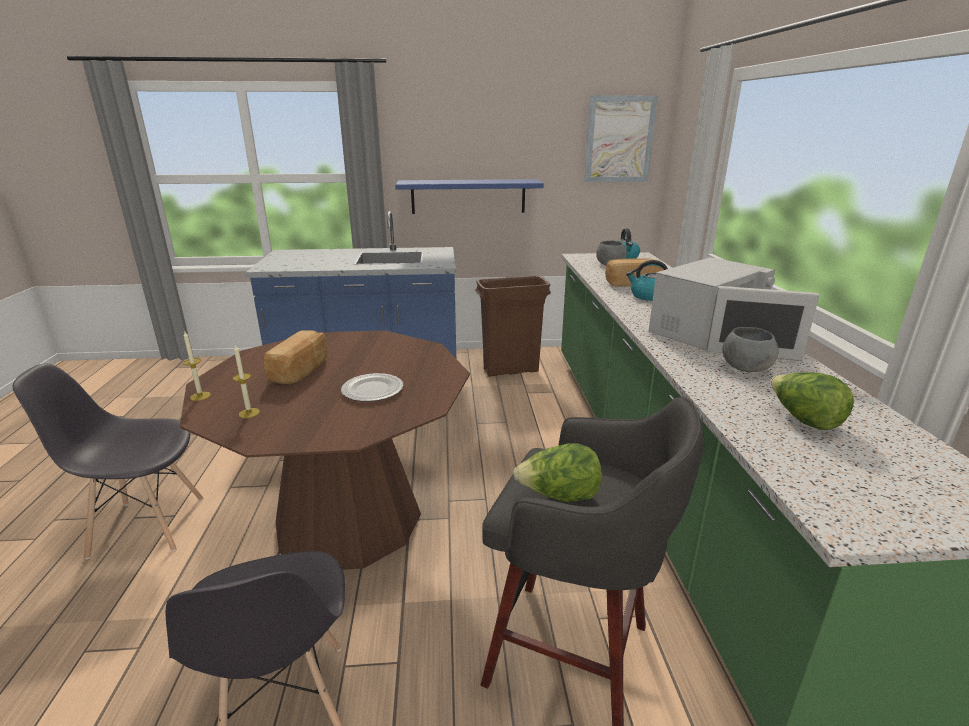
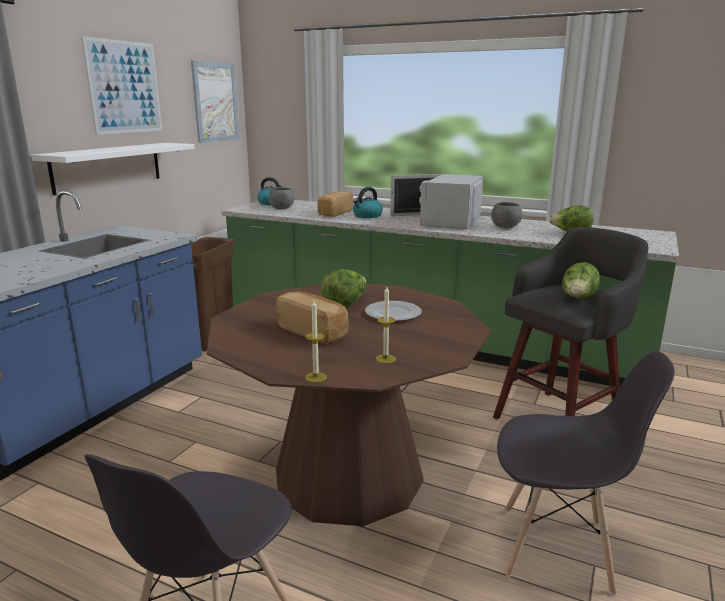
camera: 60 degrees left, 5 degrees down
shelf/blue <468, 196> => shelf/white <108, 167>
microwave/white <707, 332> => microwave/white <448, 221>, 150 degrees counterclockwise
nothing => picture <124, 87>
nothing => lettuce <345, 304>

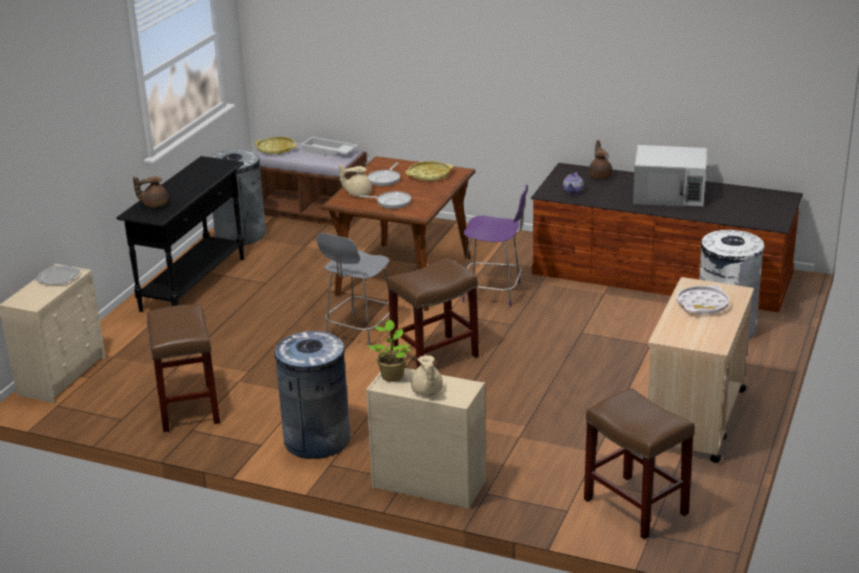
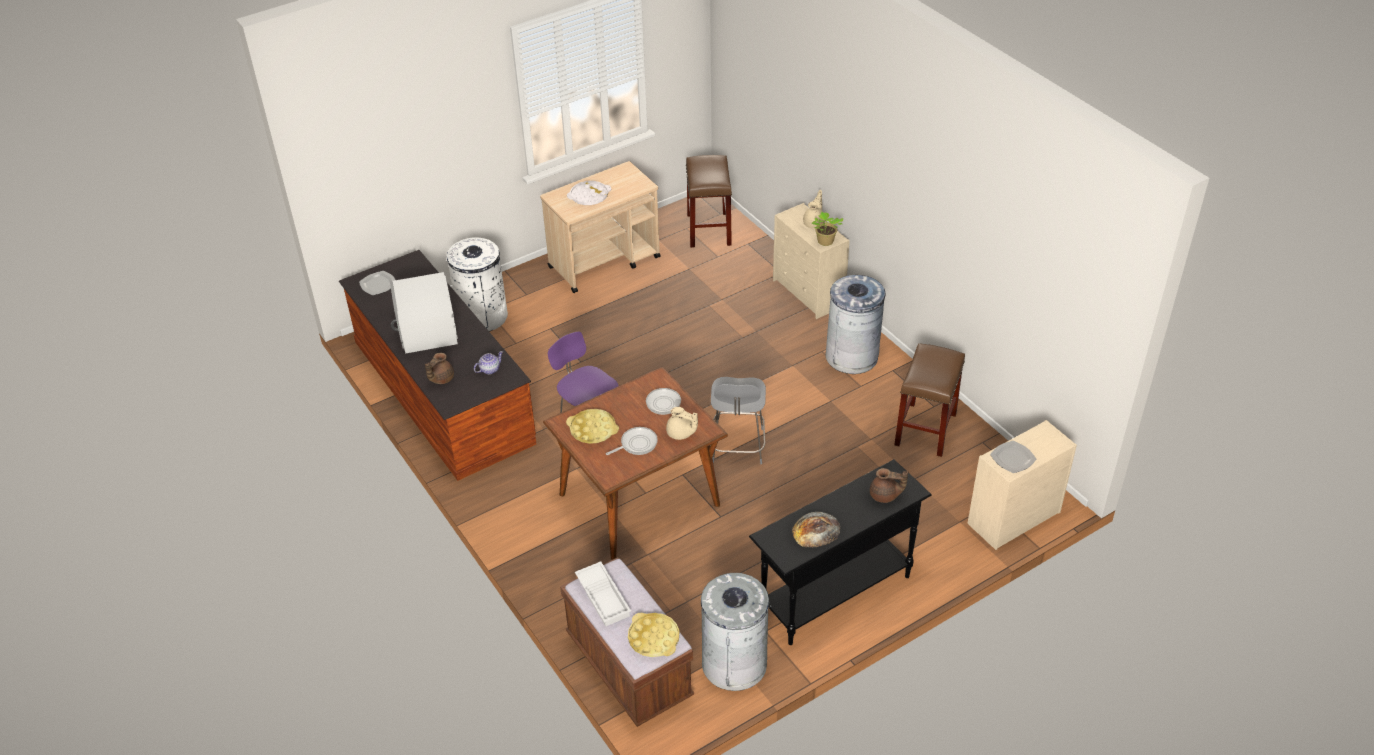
camera: 145 degrees left, 15 degrees up
chair/grey <359, 331> => chair/grey <737, 447>, 120 degrees clockwise
stool/brown <435, 356> => nothing
microwave/white <669, 194> => microwave/white <426, 327>, 150 degrees counterclockwise
nothing => plate <377, 284>
nothing => bread <816, 530>

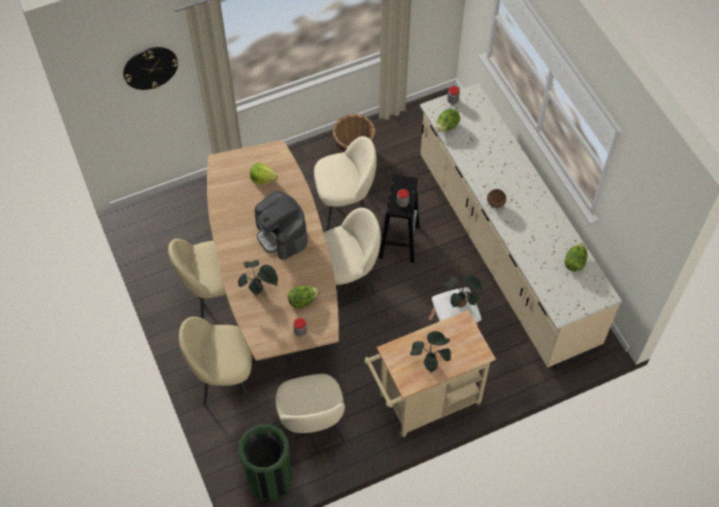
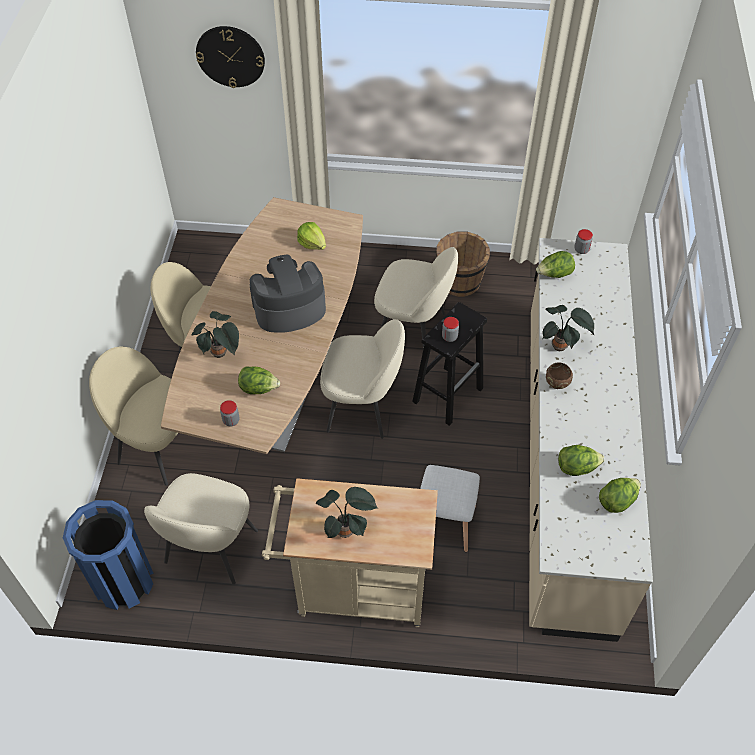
camera: 30 degrees right, 5 degrees down
trash can/green <270, 479> => trash can/blue <124, 581>
coffee machine <282, 235> => coffee machine <289, 309>, 75 degrees clockwise
potted plant <461, 302> => potted plant <561, 346>, shifted
nothing => lettuce <577, 467>

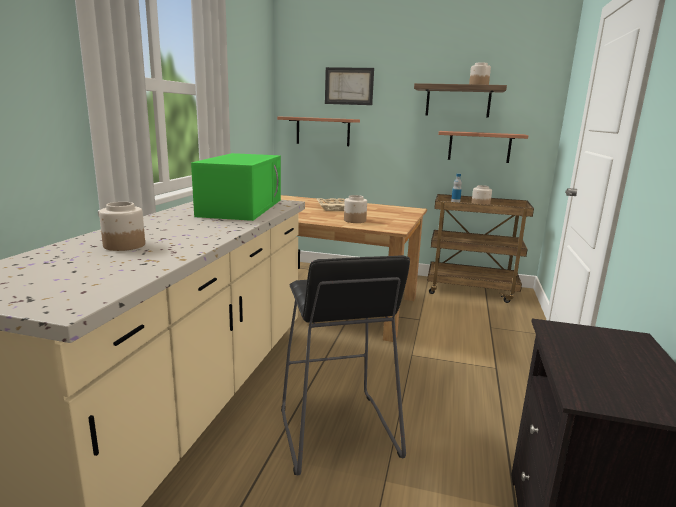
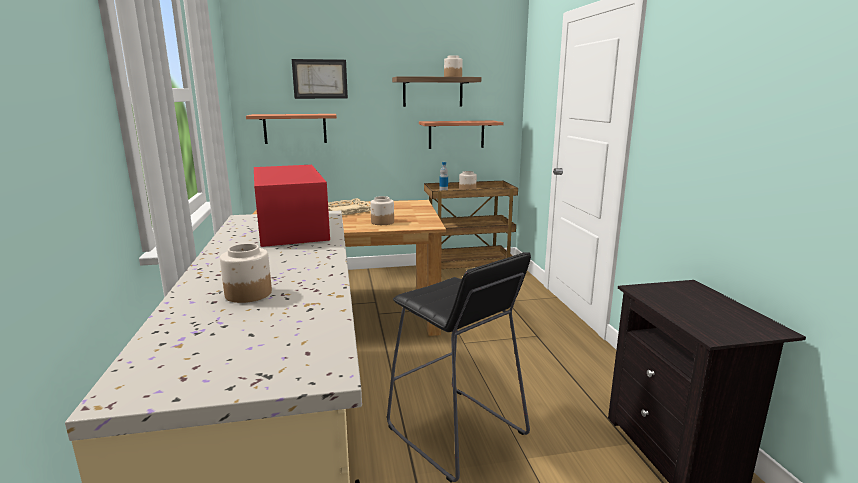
camera: 25 degrees left, 0 degrees up
microwave/green <242, 207> => microwave/red <290, 226>

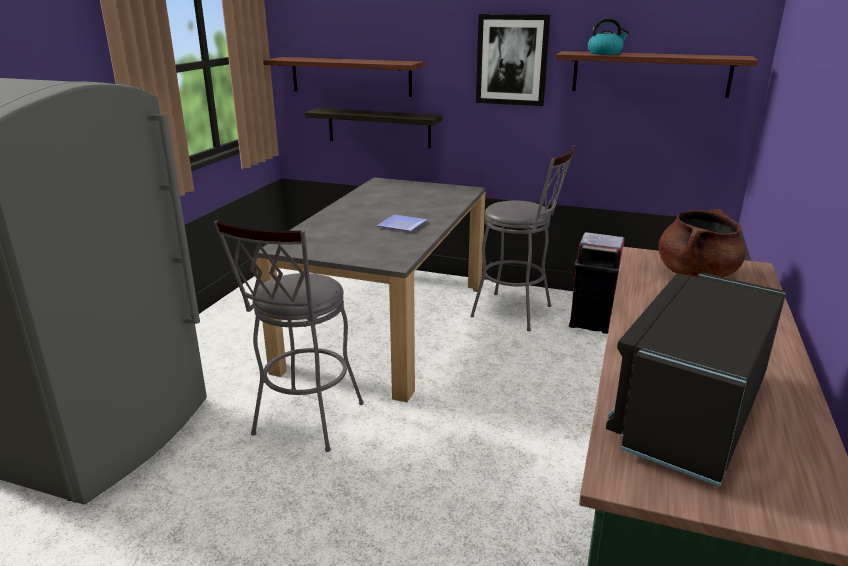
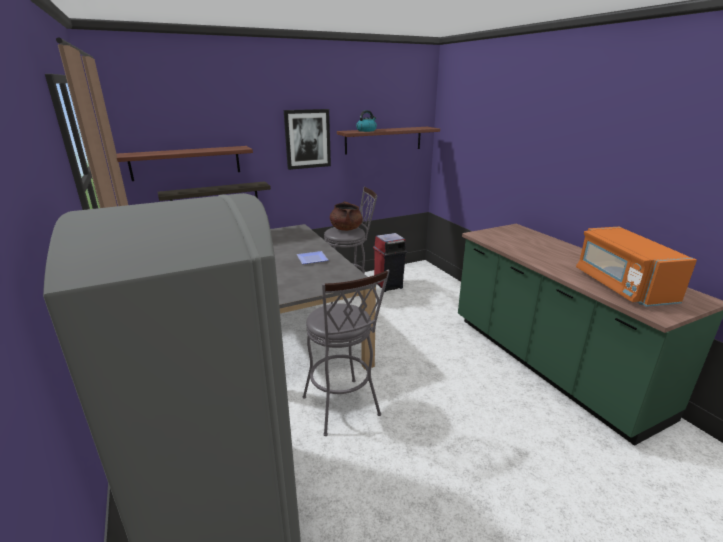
camera: 45 degrees left, 0 degrees up
microwave/black <690, 412> => microwave/orange <621, 286>
cooking pot/brown <696, 274> => cooking pot/brown <346, 229>, shifted

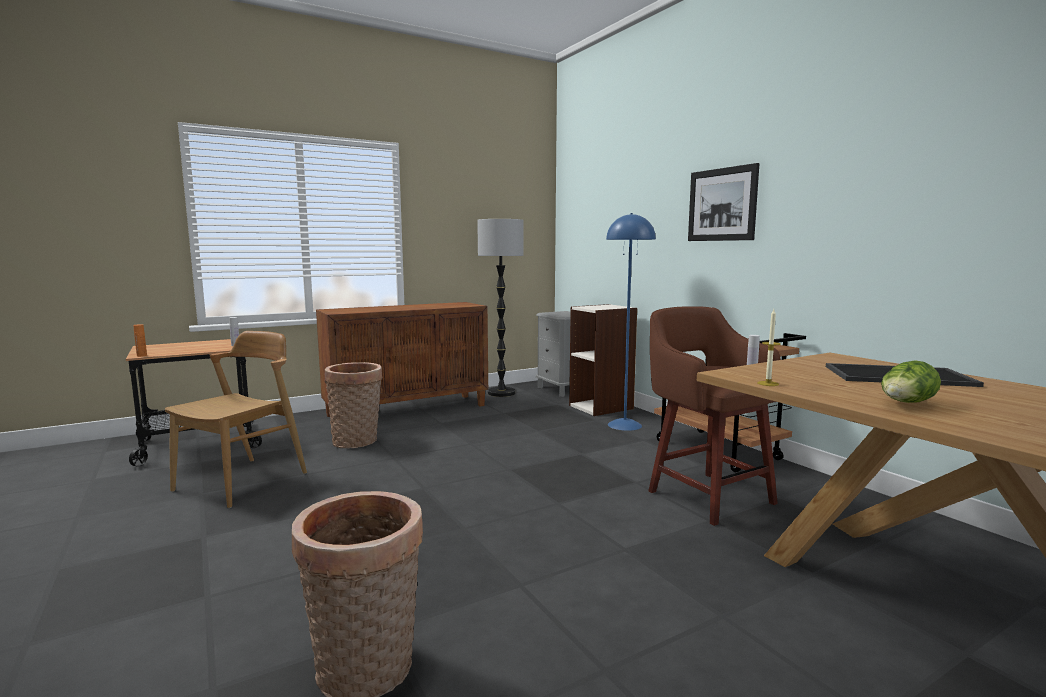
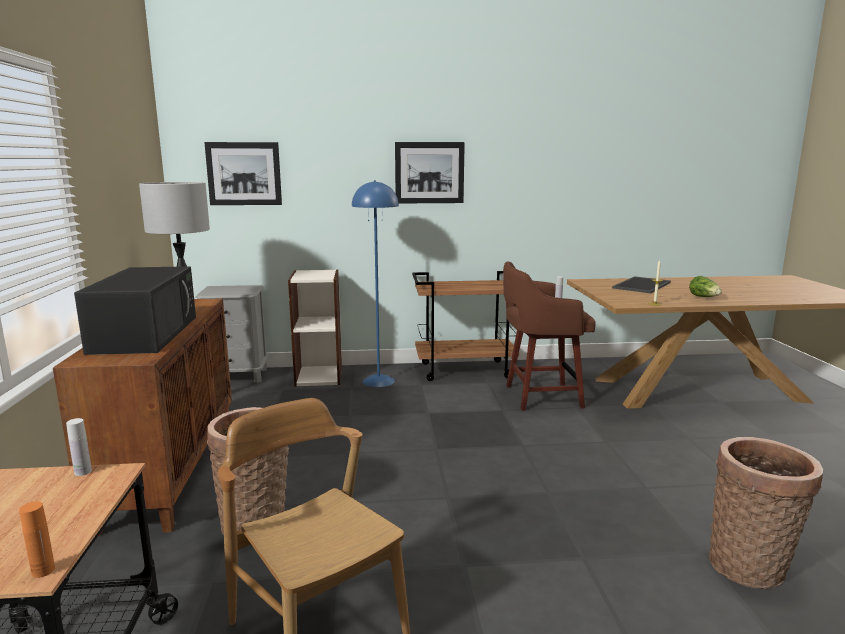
camera: 65 degrees left, 5 degrees up
nothing => microwave/black <146, 333>
nothing => picture <244, 173>

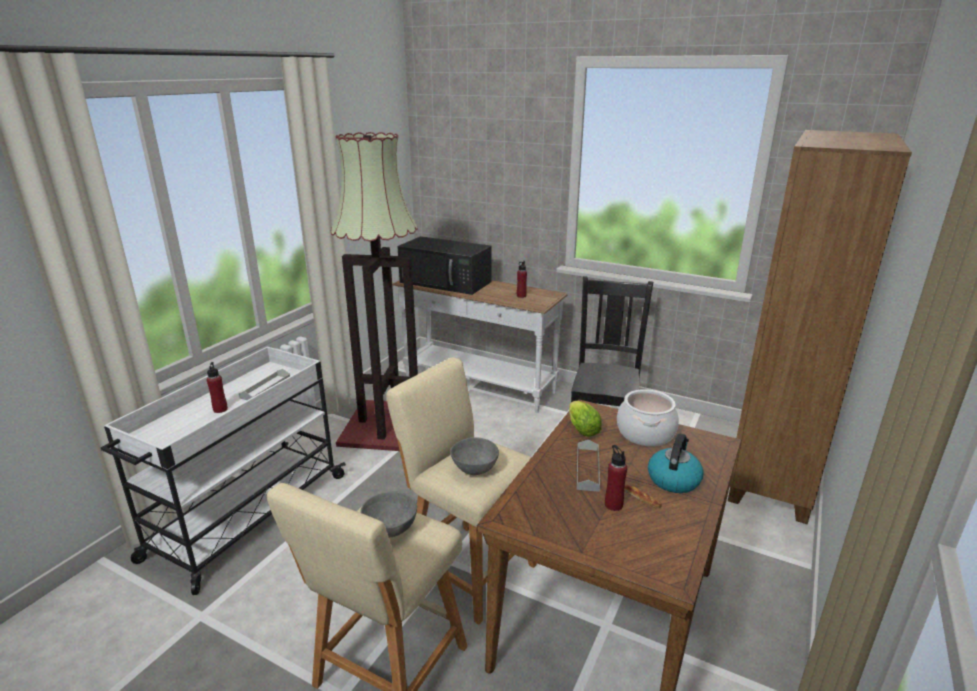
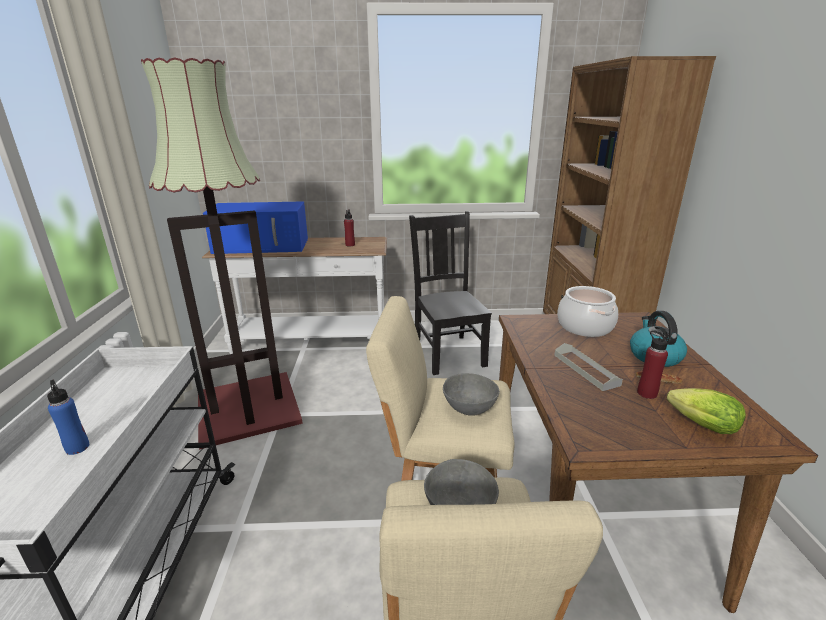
camera: 30 degrees left, 0 degrees up
bottle/red <220, 409> => bottle/blue <77, 447>
tray/grey <265, 388> => nothing
microwave/black <447, 282> => microwave/blue <263, 246>
lettuce <581, 428> => lettuce <698, 424>, shifted

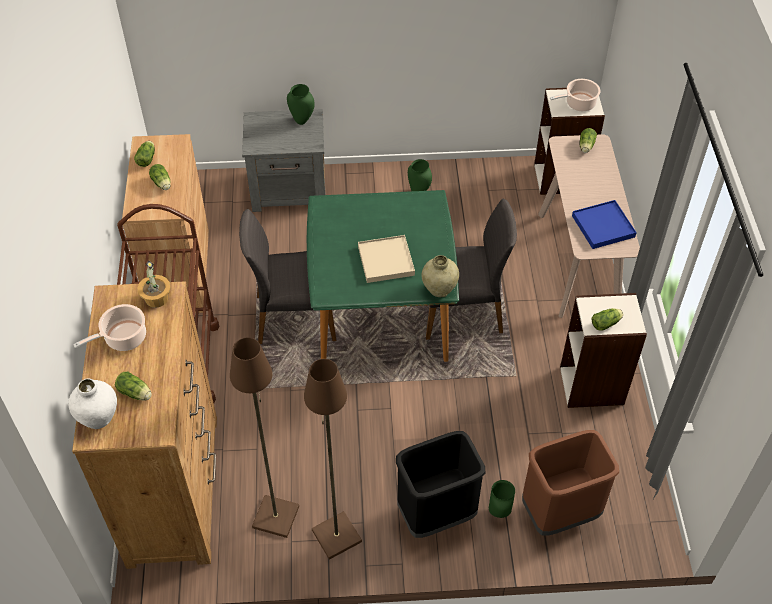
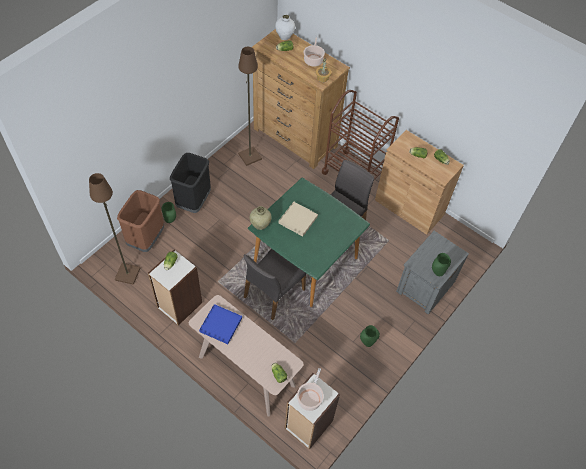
camera: 130 degrees right, 5 degrees up
floor lamp/brown <336, 537> => floor lamp/brown <127, 273>, shifted

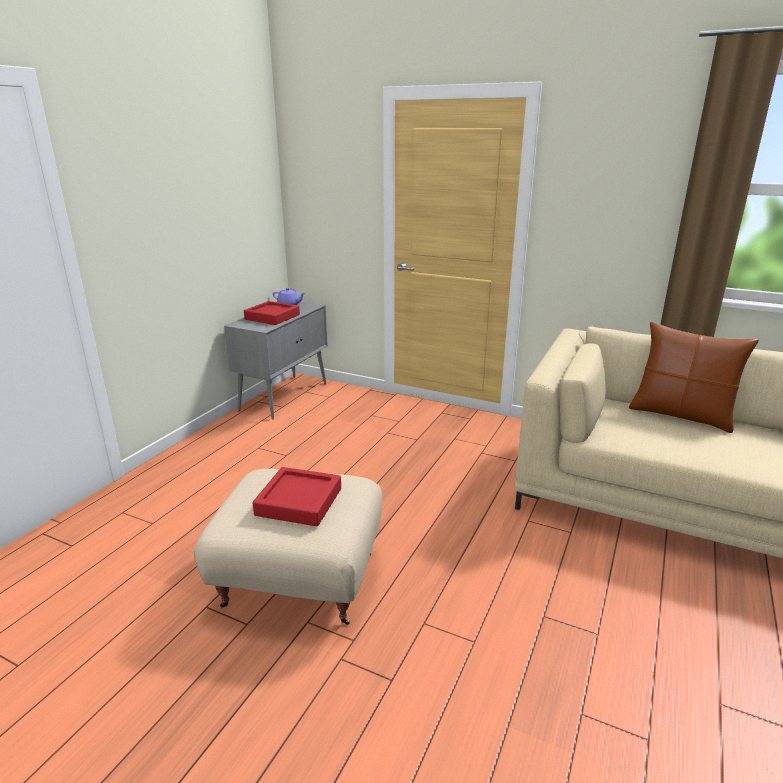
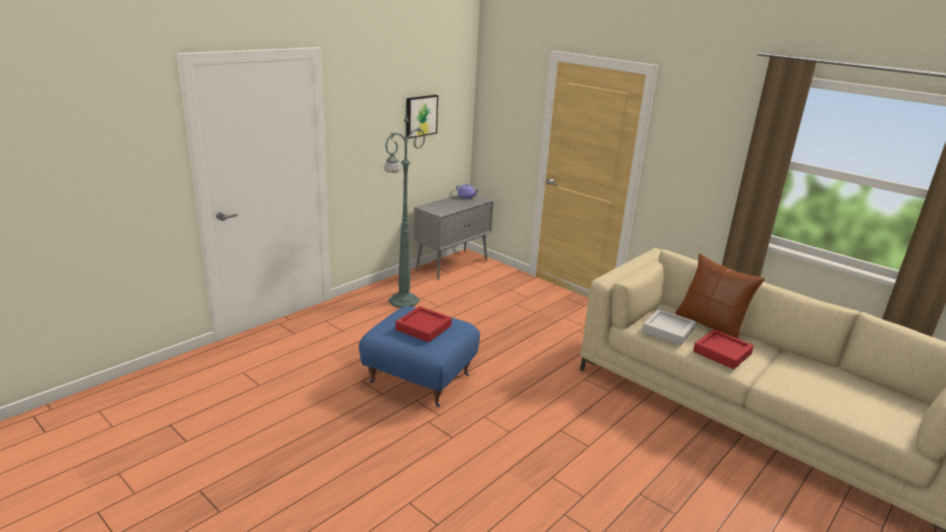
camera: 15 degrees right, 0 degrees up
ottoman/beige <299, 580> => ottoman/blue <419, 379>
tray/red <272, 317> => tray/red <722, 353>, shifted
nothing => floor lamp/green <402, 301>
nothing => picture <421, 115>
nothing => tray/grey <668, 331>

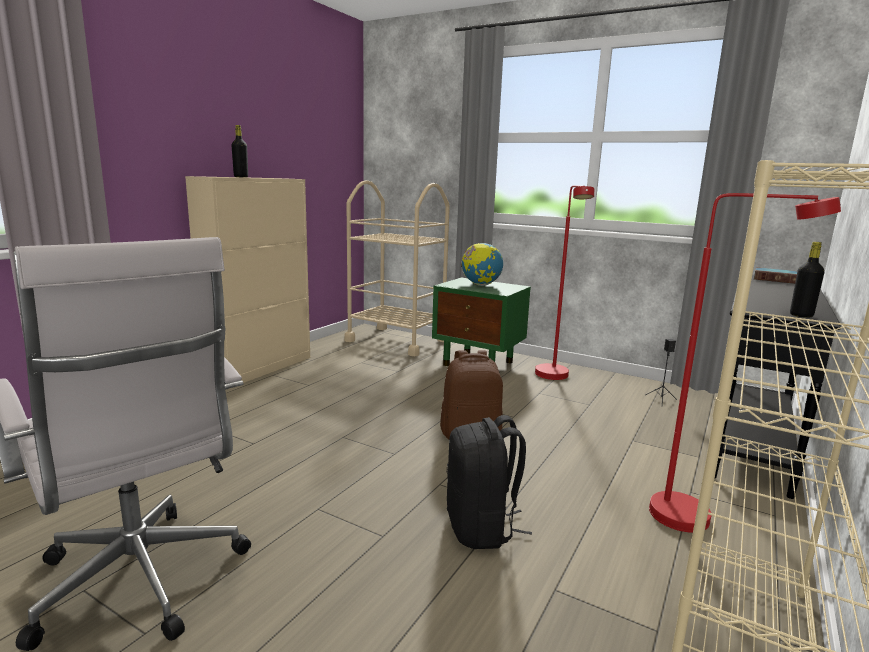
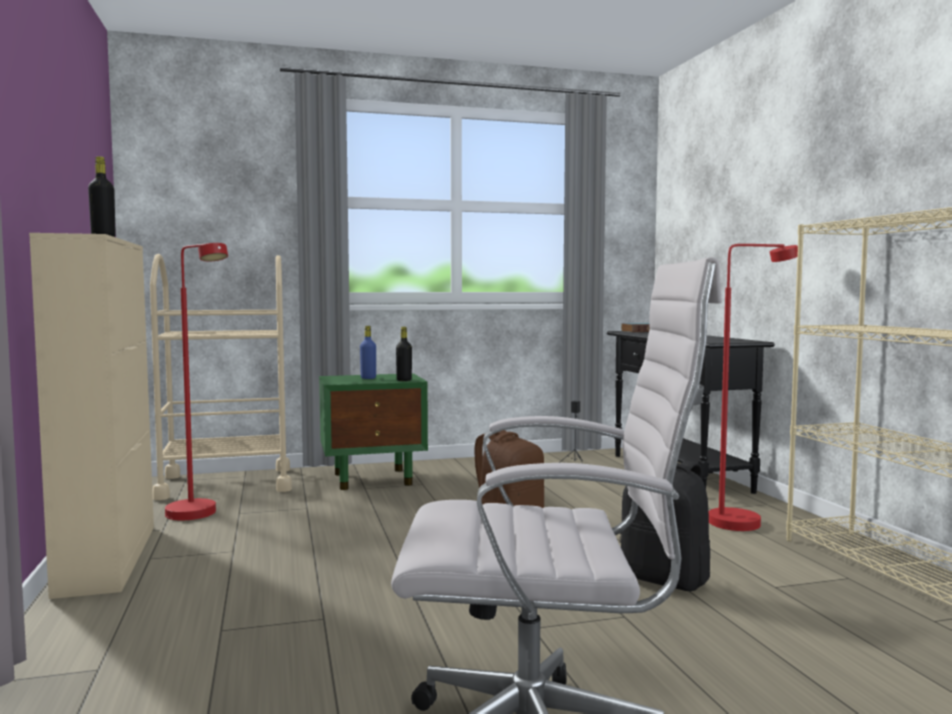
camera: 45 degrees left, 10 degrees down
globe <481, 285> => bottle/blue <368, 378>
floor lamp/red <555, 377> => floor lamp/red <199, 515>, shifted
bottle/black <801, 315> => bottle/black <404, 380>, shifted

